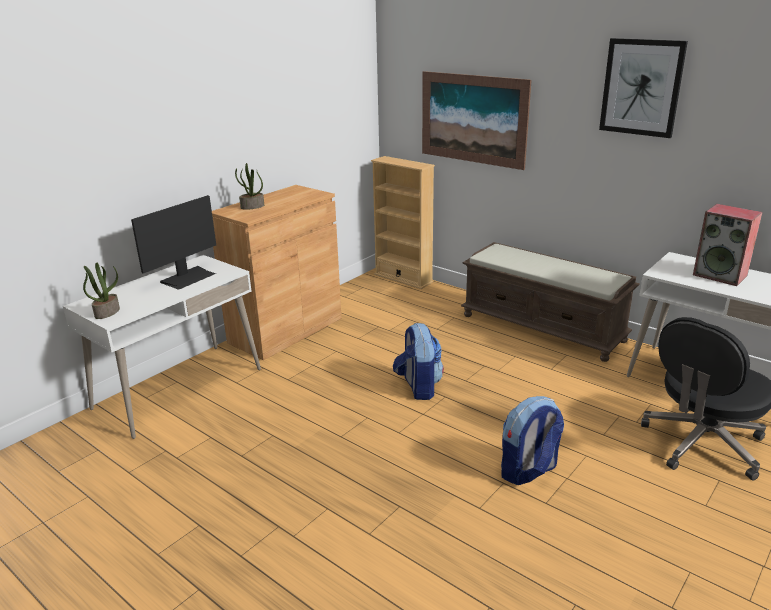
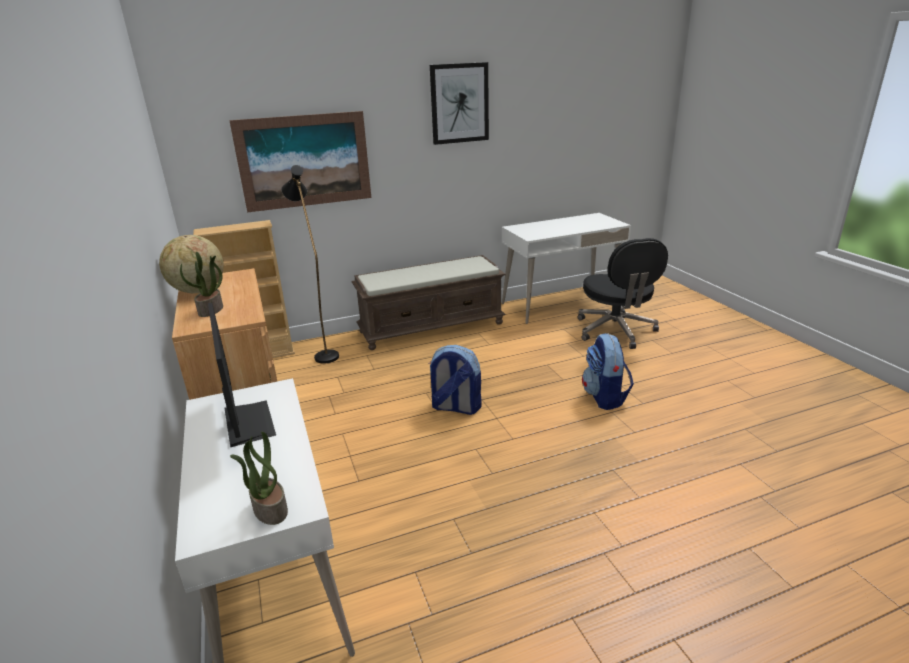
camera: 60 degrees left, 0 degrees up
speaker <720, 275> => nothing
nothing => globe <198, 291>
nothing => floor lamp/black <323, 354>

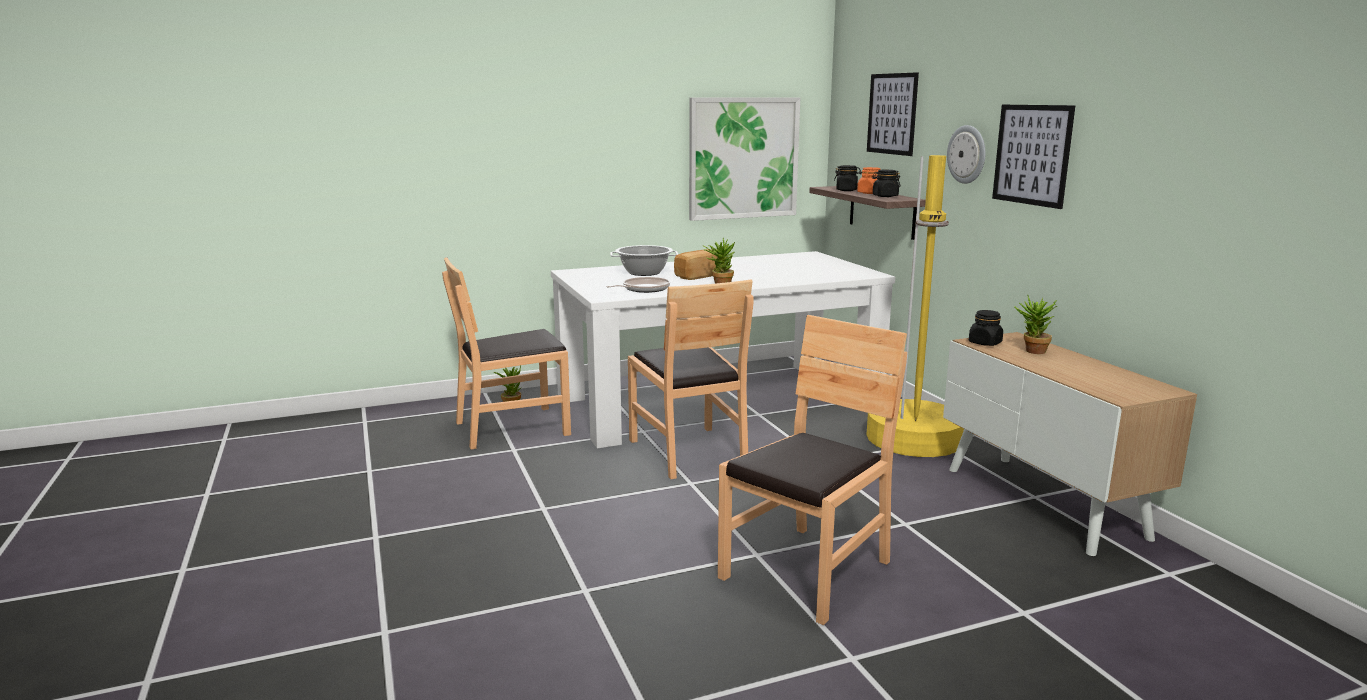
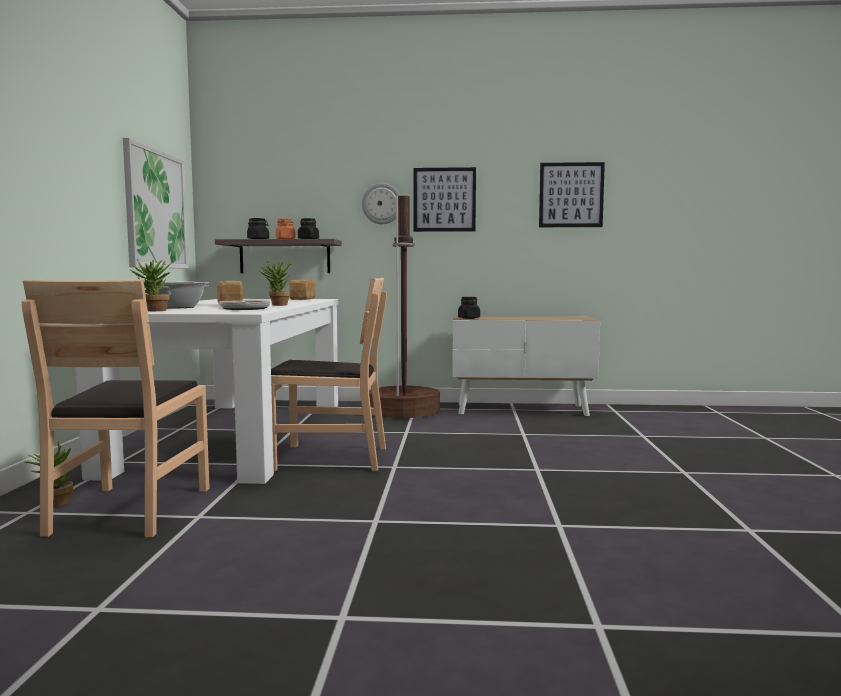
camera: 65 degrees left, 10 degrees down
chair/brown <807, 571> => nothing
floor lamp/yellow <914, 439> => floor lamp/brown <404, 411>
picture <892, 114> => picture <571, 195>, shifted
potted plant <1031, 351> => potted plant <153, 311>, shifted
nothing => bread <304, 299>

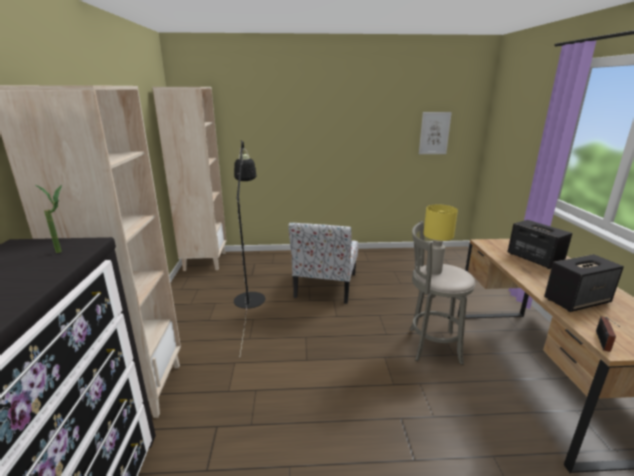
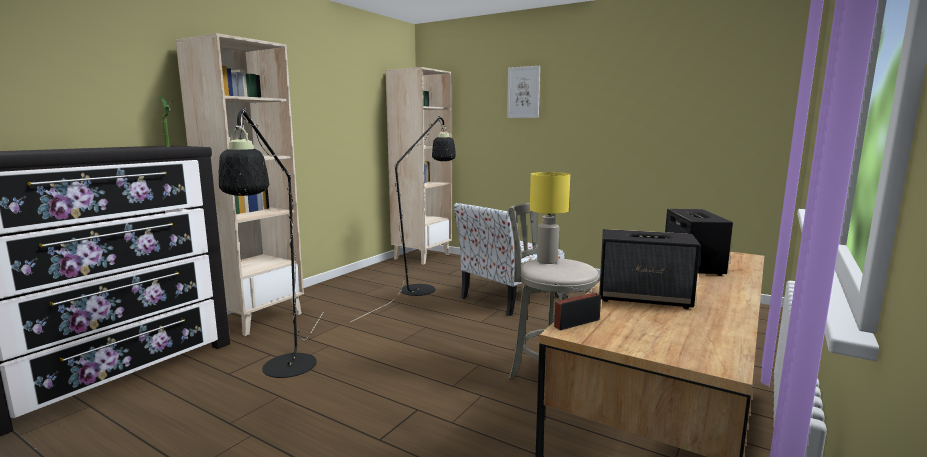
camera: 35 degrees right, 10 degrees down
picture <434, 133> => picture <523, 92>, shifted
nothing => floor lamp/black <286, 372>

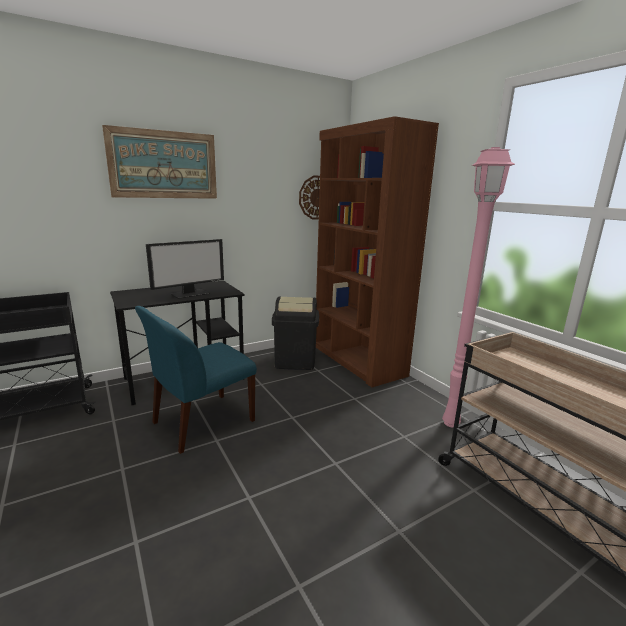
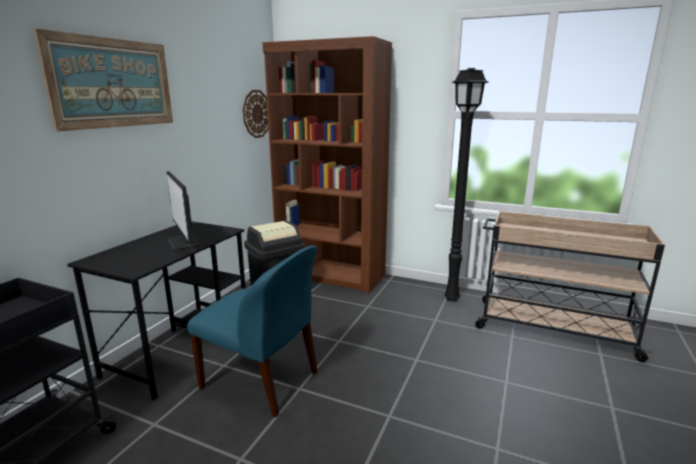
camera: 35 degrees left, 0 degrees up
chair/blue <201, 422> => chair/blue <262, 381>, 75 degrees counterclockwise
monitor <190, 293> => monitor <184, 242>, 135 degrees clockwise
floor lamp/pink <451, 423> => floor lamp/black <451, 298>

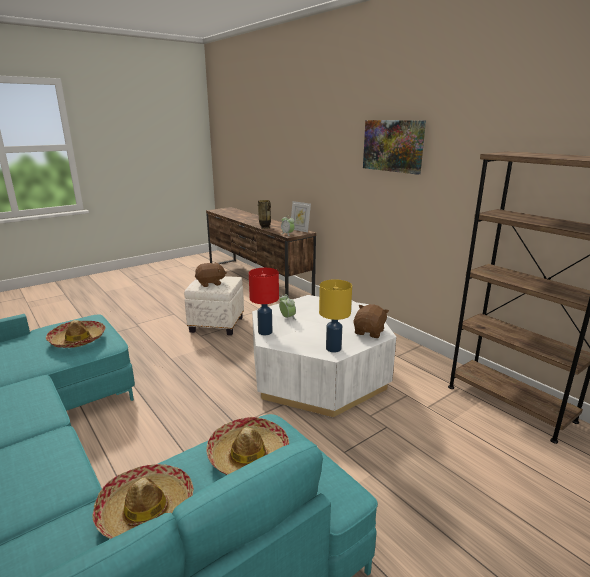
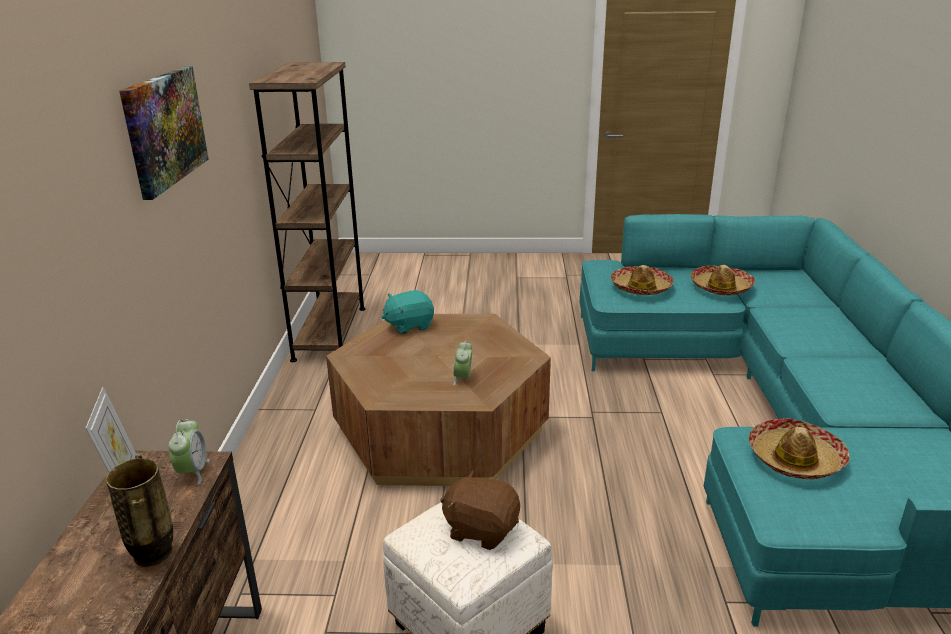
camera: 140 degrees left, 5 degrees up
table lamp/red <265, 332> => nothing
coffee table/white <318, 374> => coffee table/brown <440, 430>
table lamp/yellow <334, 348> => nothing
plush toy/brown <369, 332> => plush toy/turquoise <409, 325>

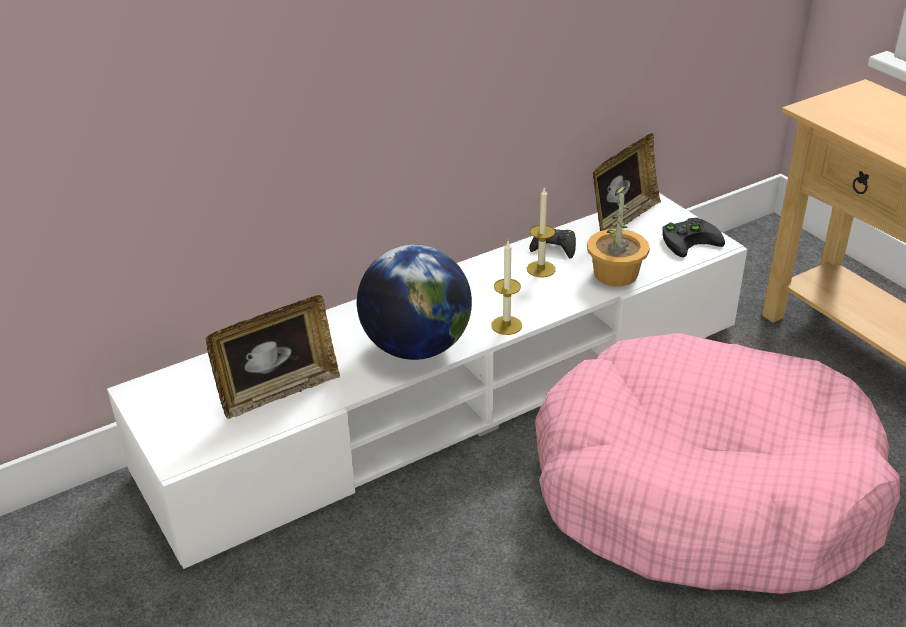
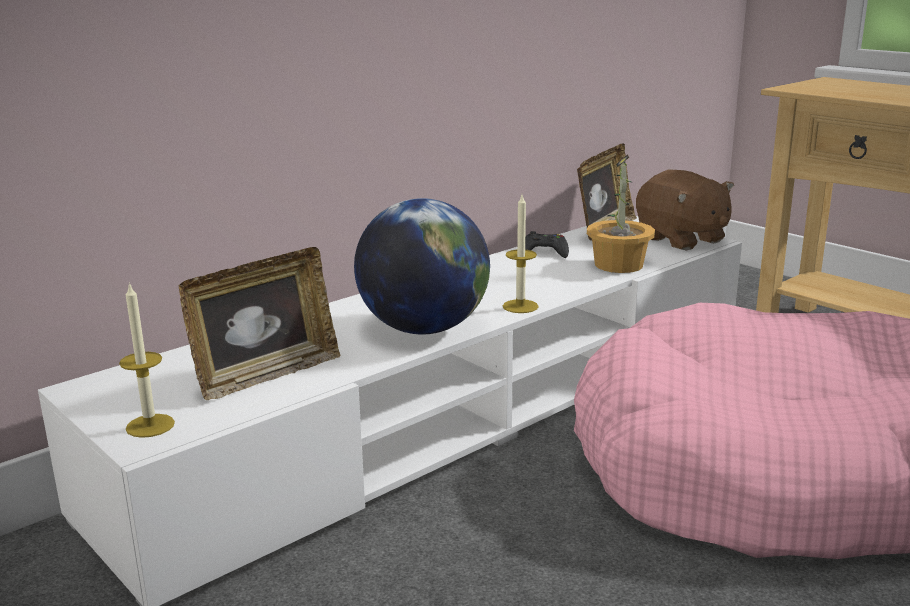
camera: 10 degrees left, 15 degrees down
candle <541, 269> => candle <150, 426>, shifted
game controller/black <690, 239> => plush toy/brown <681, 239>

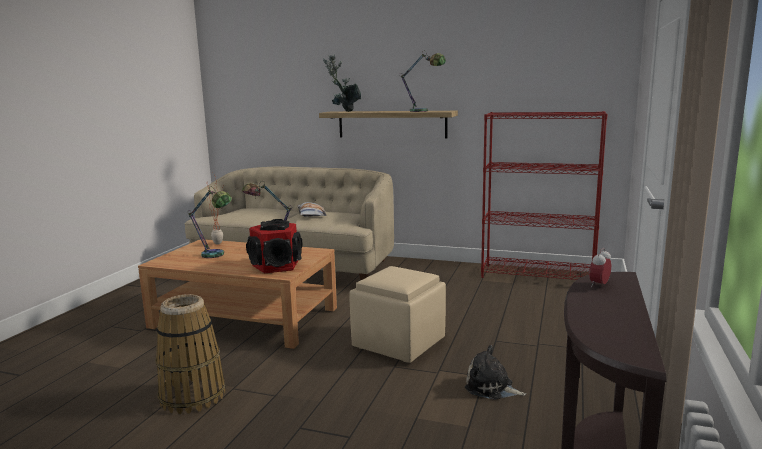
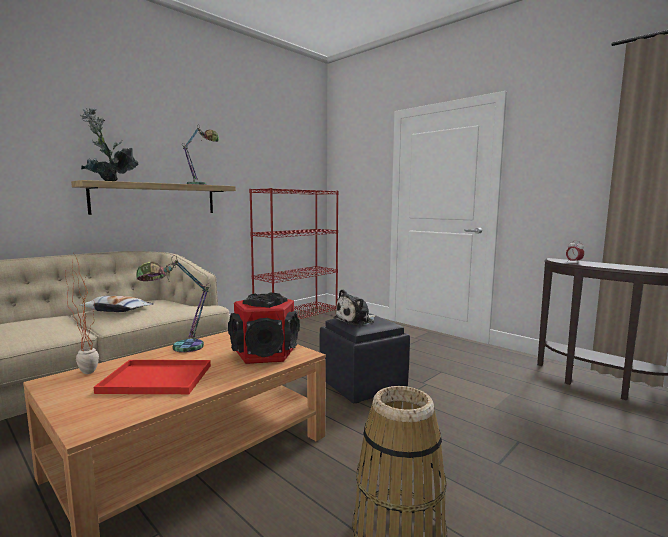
camera: 65 degrees left, 5 degrees down
table lamp <216, 256> => tray/red <154, 379>
ottoman/beige <399, 343> => ottoman/black <363, 385>
plush toy <491, 388> => plush toy <356, 320>, shifted

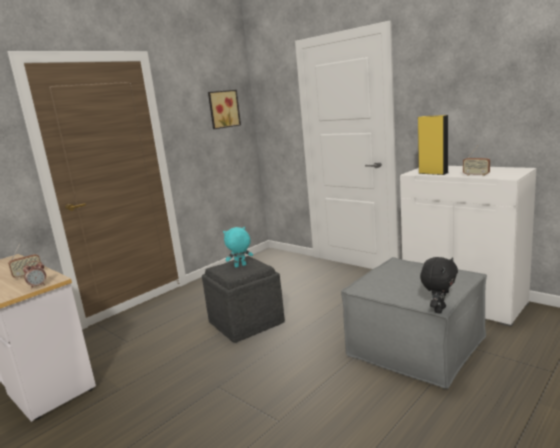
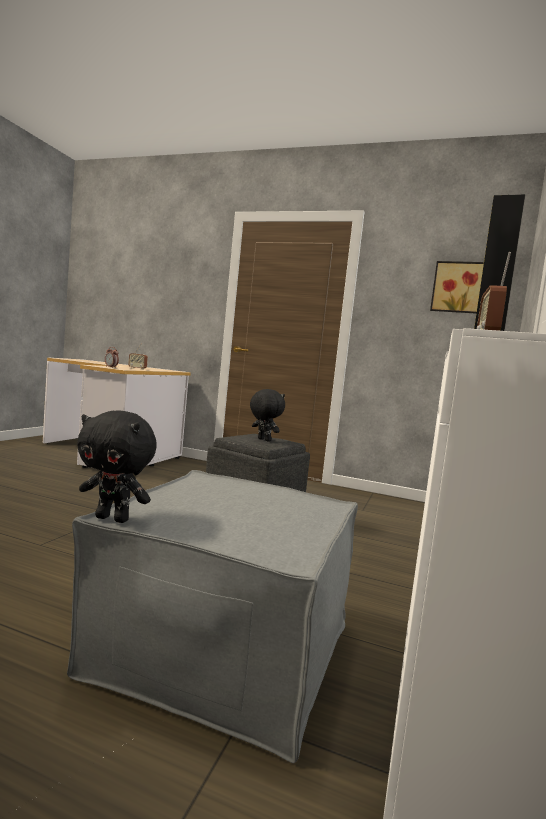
camera: 65 degrees right, 10 degrees down
plush toy/turquoise <240, 266> => plush toy/black <263, 440>

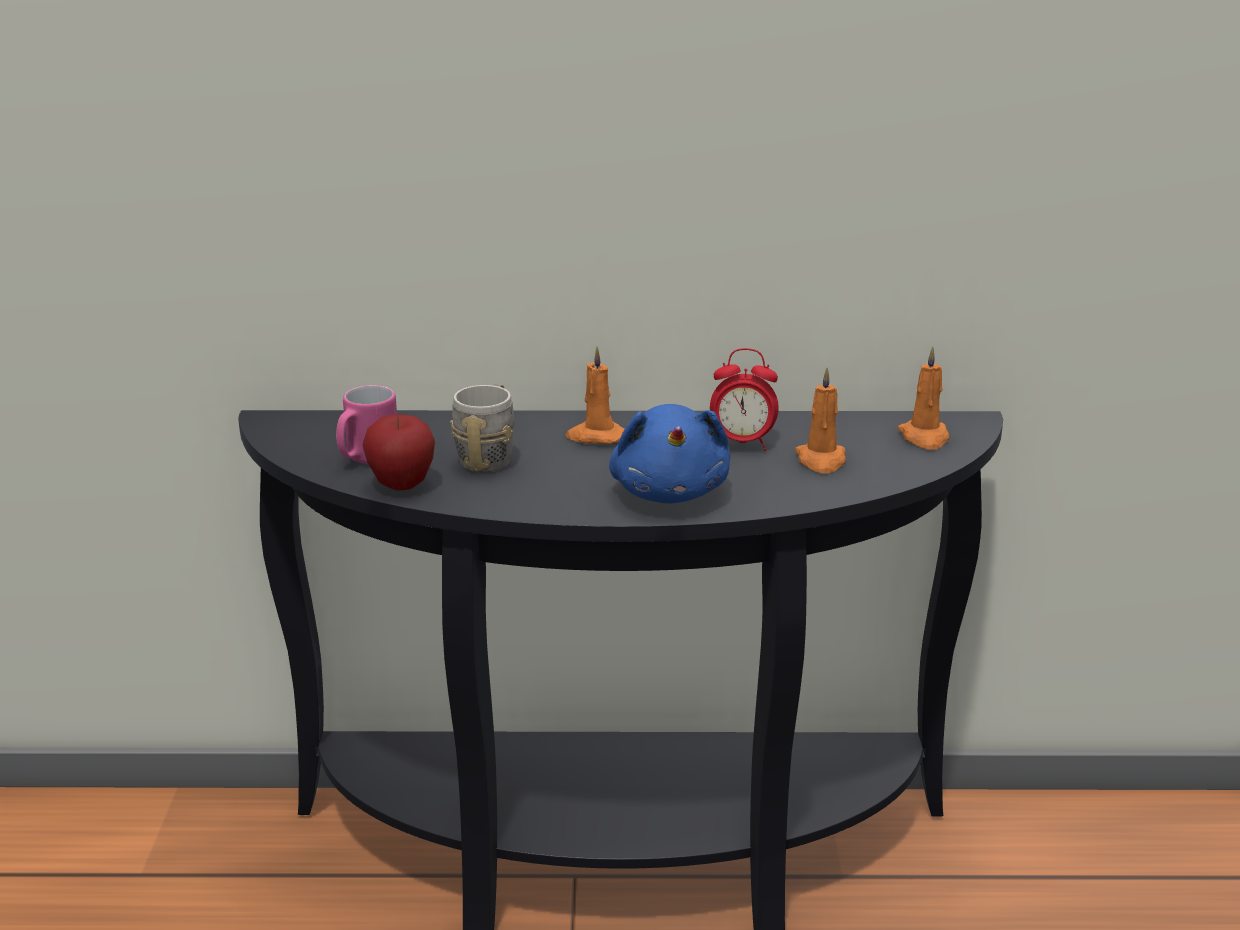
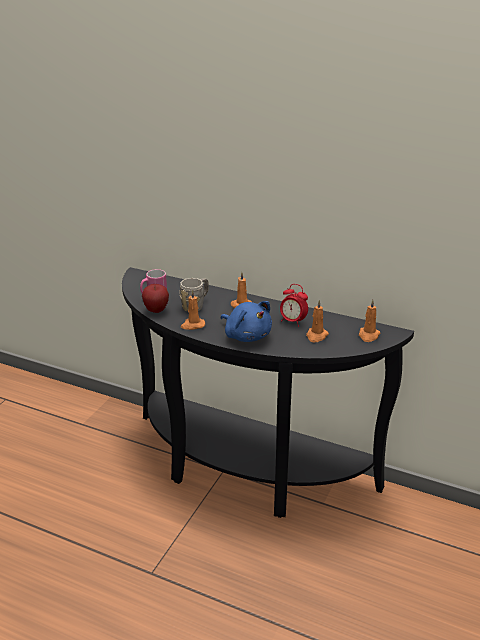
camera: 25 degrees right, 5 degrees up
plush toy/blue <670, 491> => plush toy/blue <246, 335>, 60 degrees counterclockwise
nothing => candle/orange <192, 325>

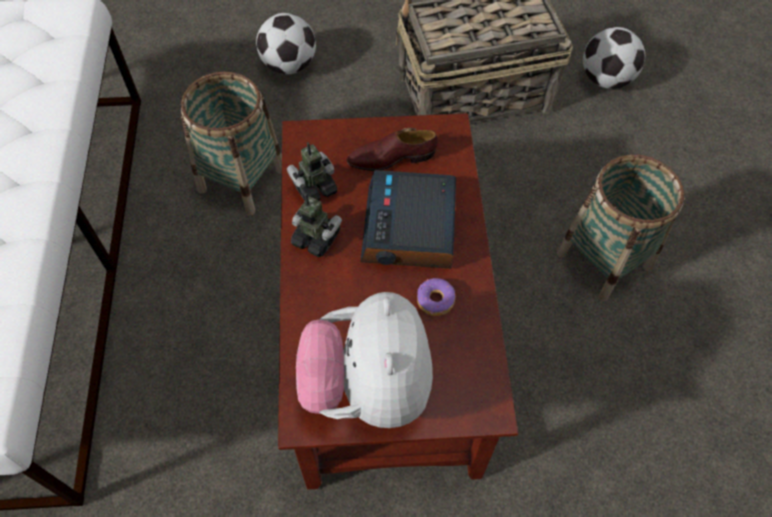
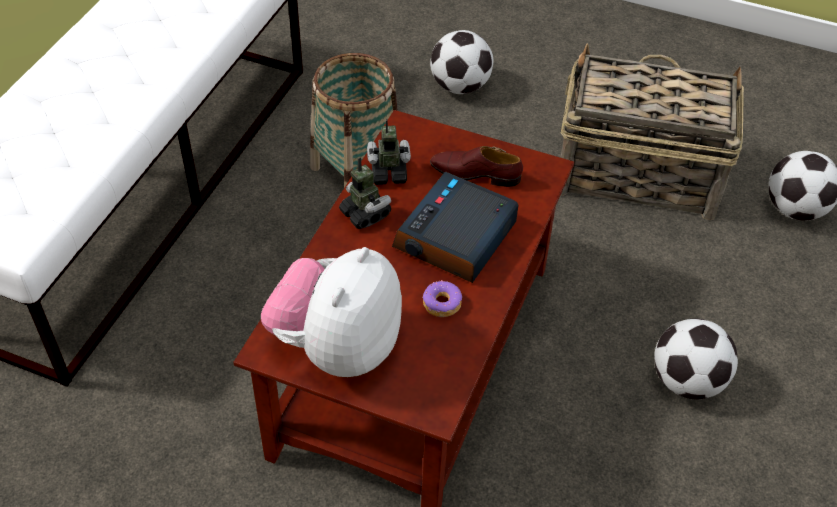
camera: 25 degrees right, 10 degrees down
basket <604, 259> => football <687, 381>

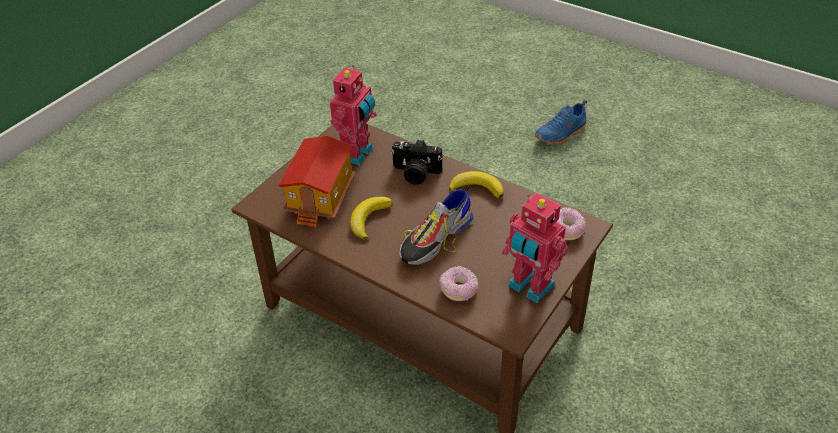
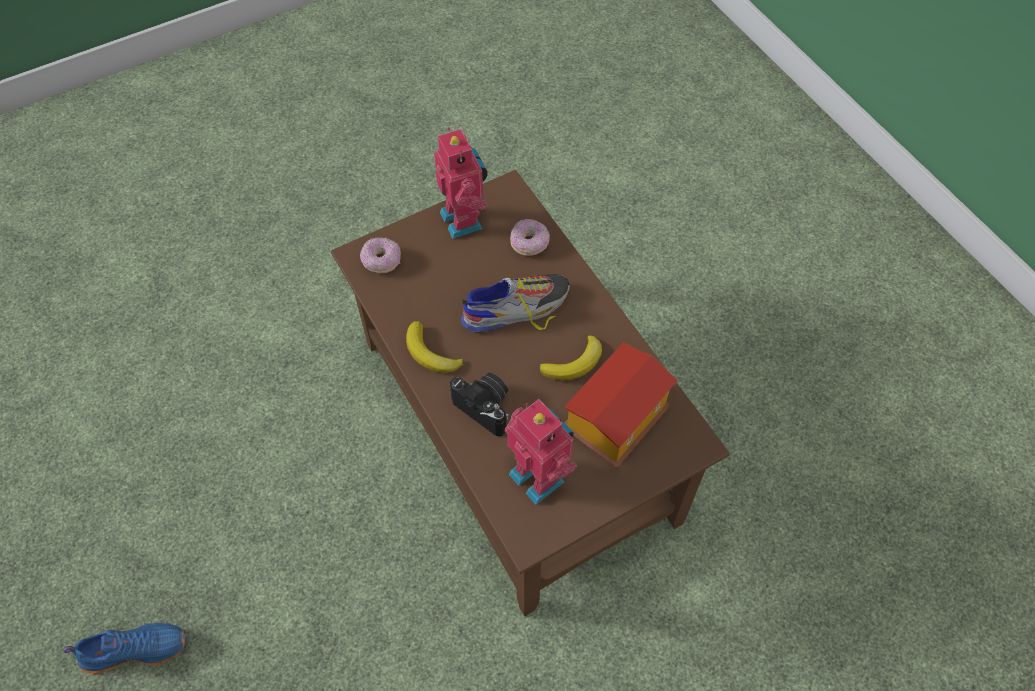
camera: 155 degrees left, 15 degrees up
toy robot <357, 154> => toy robot <539, 476>, 90 degrees clockwise

